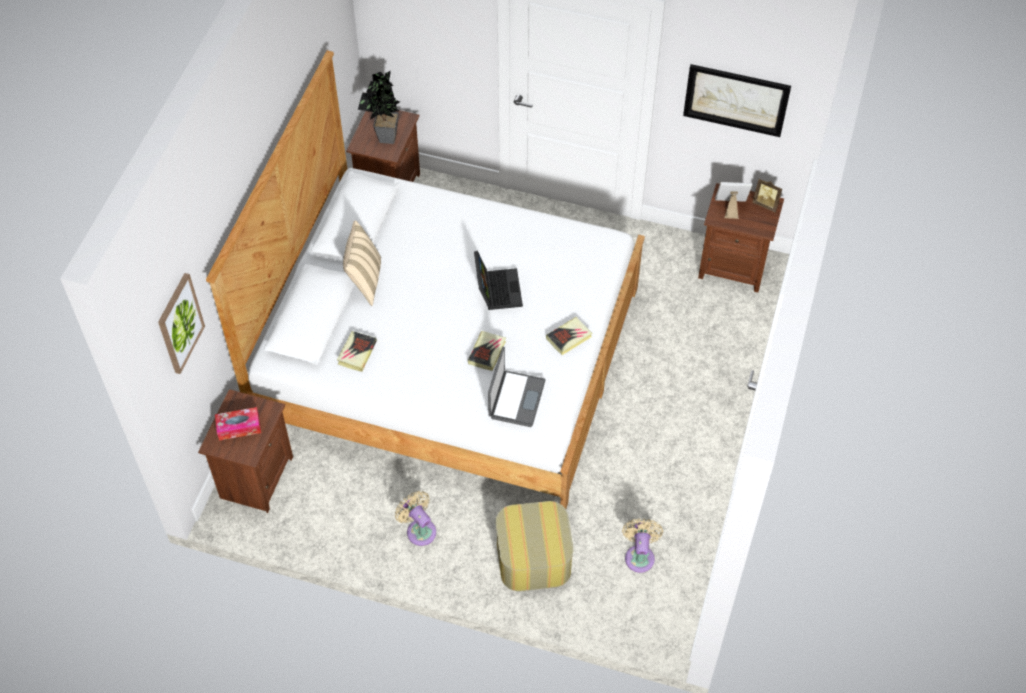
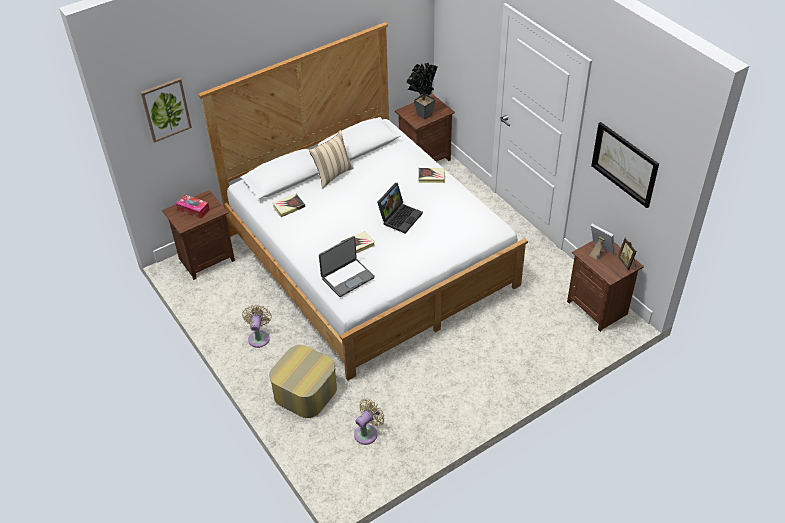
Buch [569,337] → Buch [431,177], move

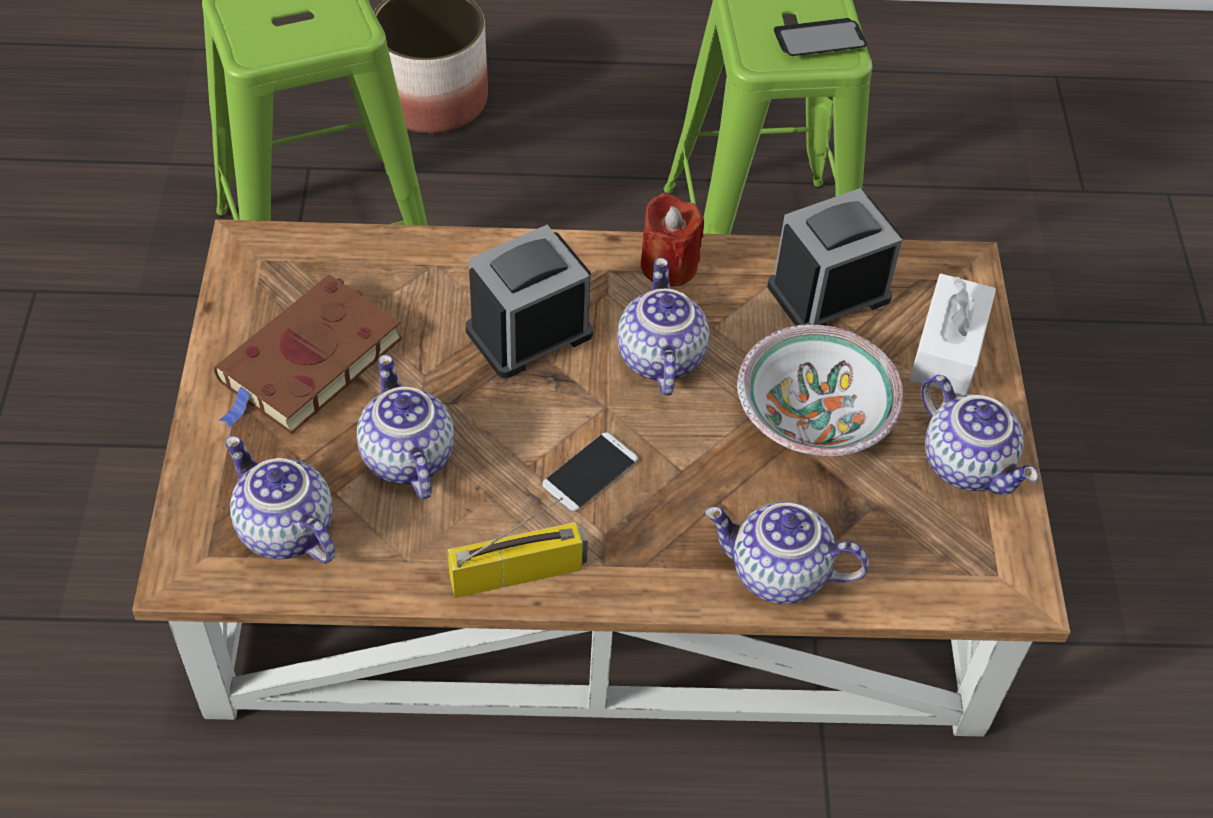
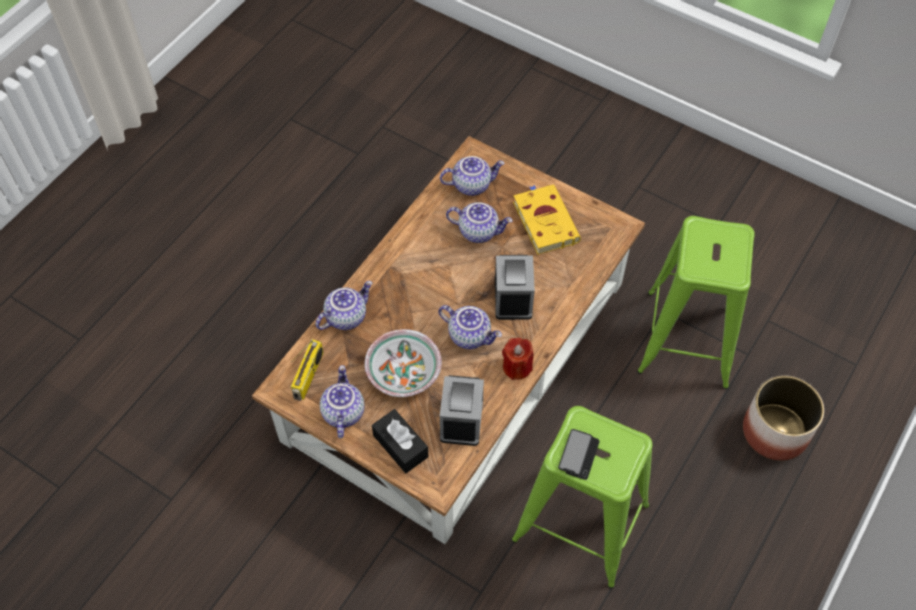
Buch [braun] [307,364] → Buch [gelb] [544,220]
Taschentuchbox [weiß] [948,349] → Taschentuchbox [schwarz] [400,446]
Teekanne [968,464] → Teekanne [342,412], 90 degrees clockwise
Handy [590,472] → -
Radio [518,571] → Radio [309,376], move

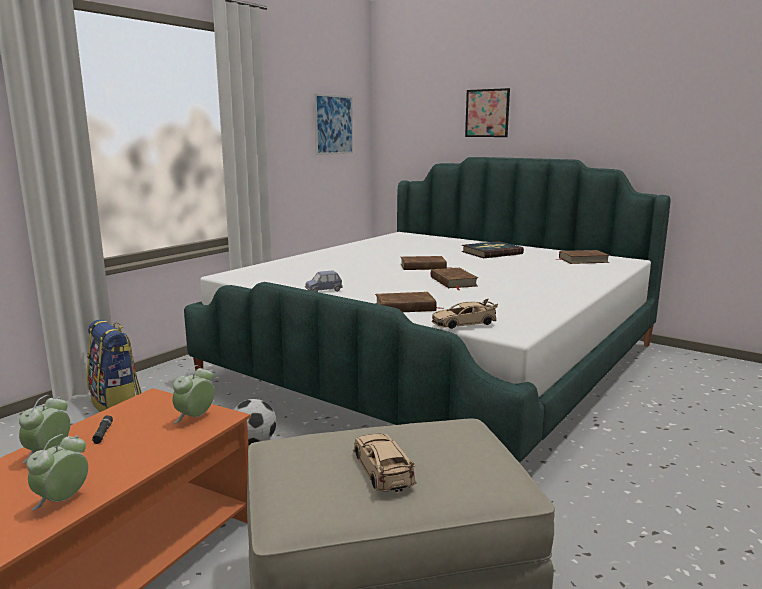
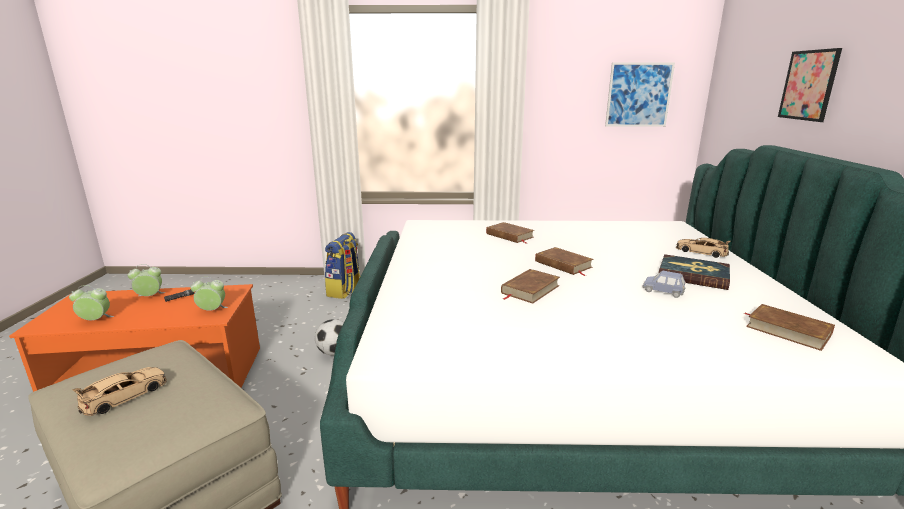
Spielzeugauto [blau] [323,291] → Spielzeugauto [blau] [663,292], move
Buch [braun] [405,307] → Buch [braun] [509,236], move
Spielzeugauto [beige] [464,323] → Spielzeugauto [beige] [701,252], move

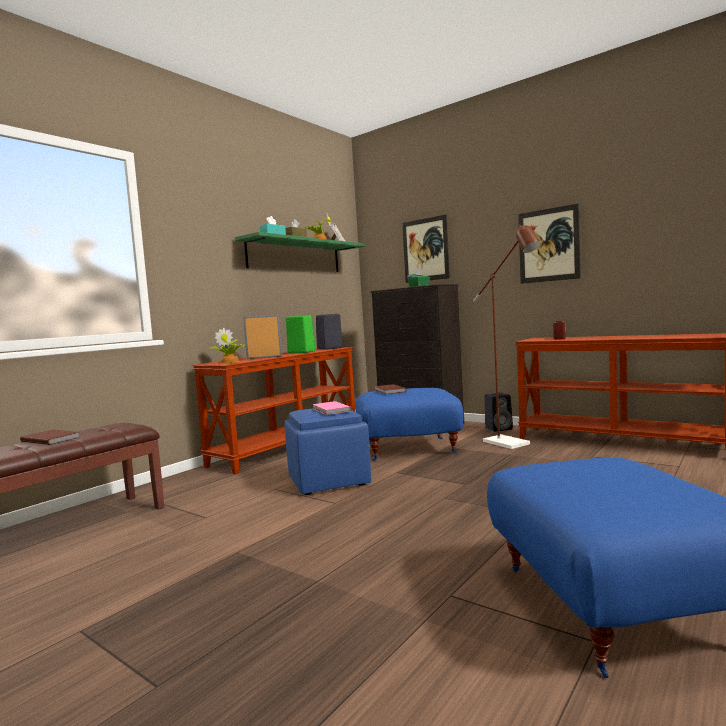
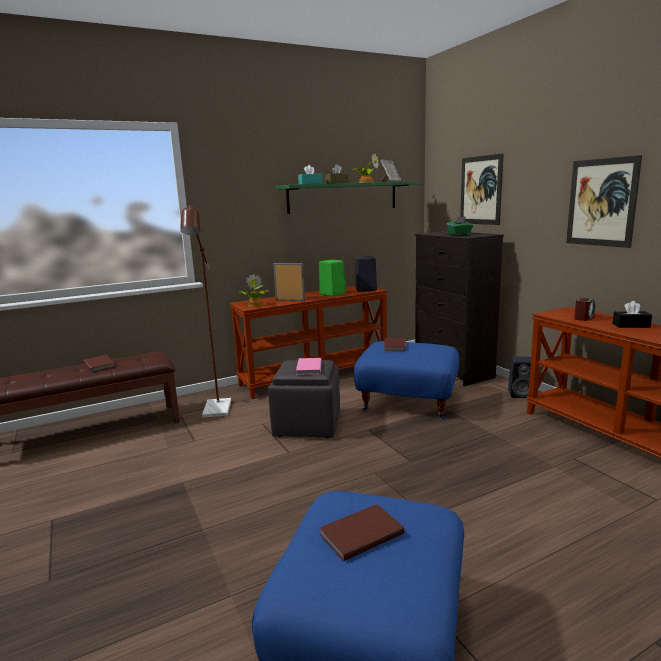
Stehlampe [braun] [512,444] → Stehlampe [braun] [216,412], move
Polsterhocker [blau] [329,480] → Polsterhocker [grau] [308,425]
- → Taschentuchbox [schwarz] [631,325]
- → Buch [braun] [359,534]

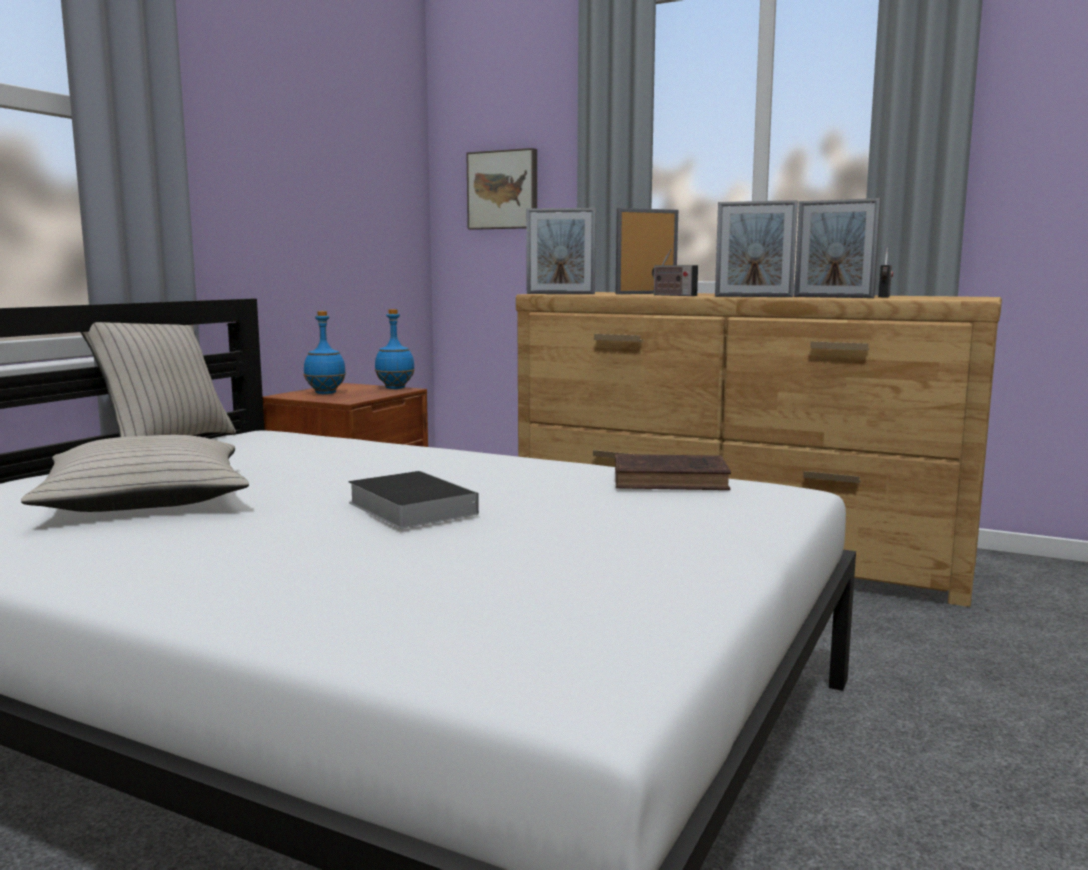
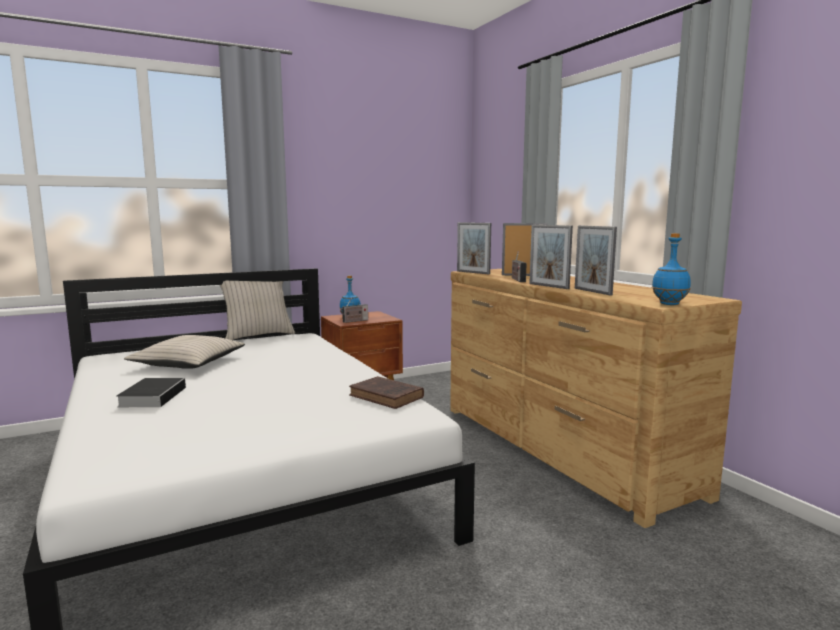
Bild [503,190] → -
Radio [884,296] → Radio [354,321], move
Flasche [blau] [394,388] → Flasche [blau] [669,304], move
Buch [408,507] → Buch [153,396], move

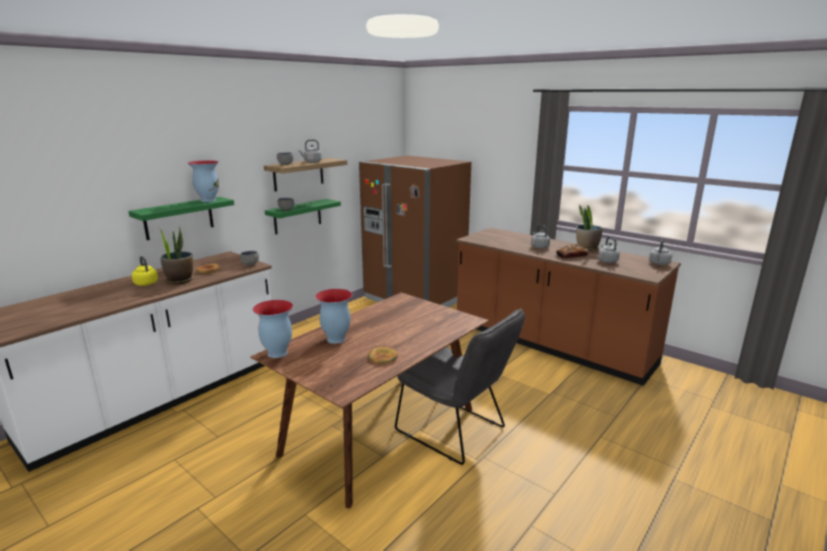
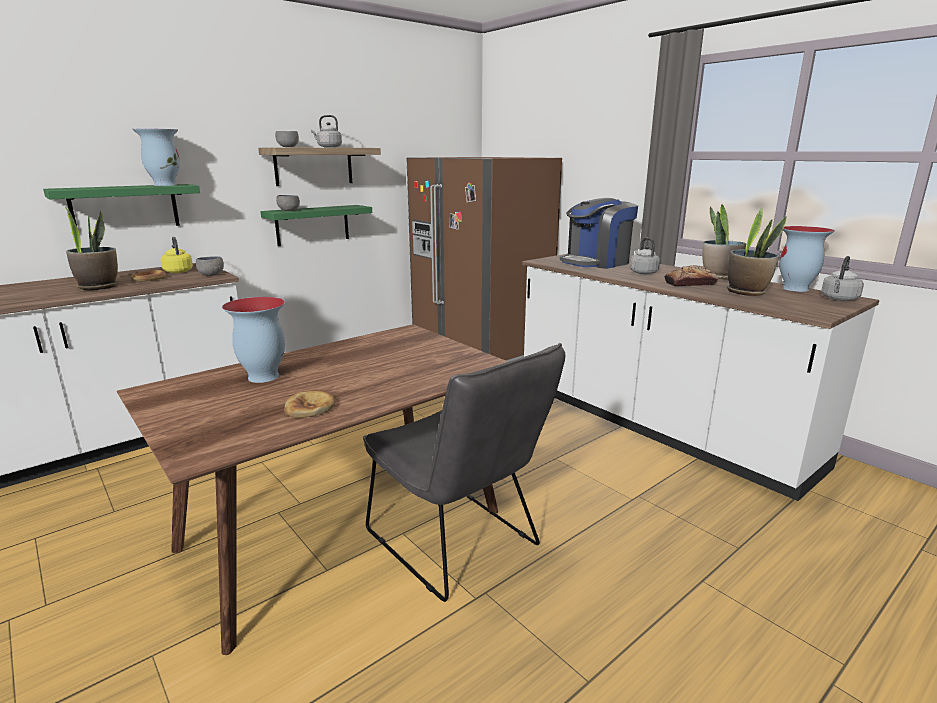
Küchenzeile [braun] [550,345] → Küchenzeile [weiß] [655,425]
Wasserkessel [grau] [607,261] → Topfpflanze [747,292]
Wasserkessel [gelb] [145,283] → Wasserkessel [gelb] [178,271], move
Vase [277,353] → Vase [796,289], move
- → Kaffeemaschine [596,262]

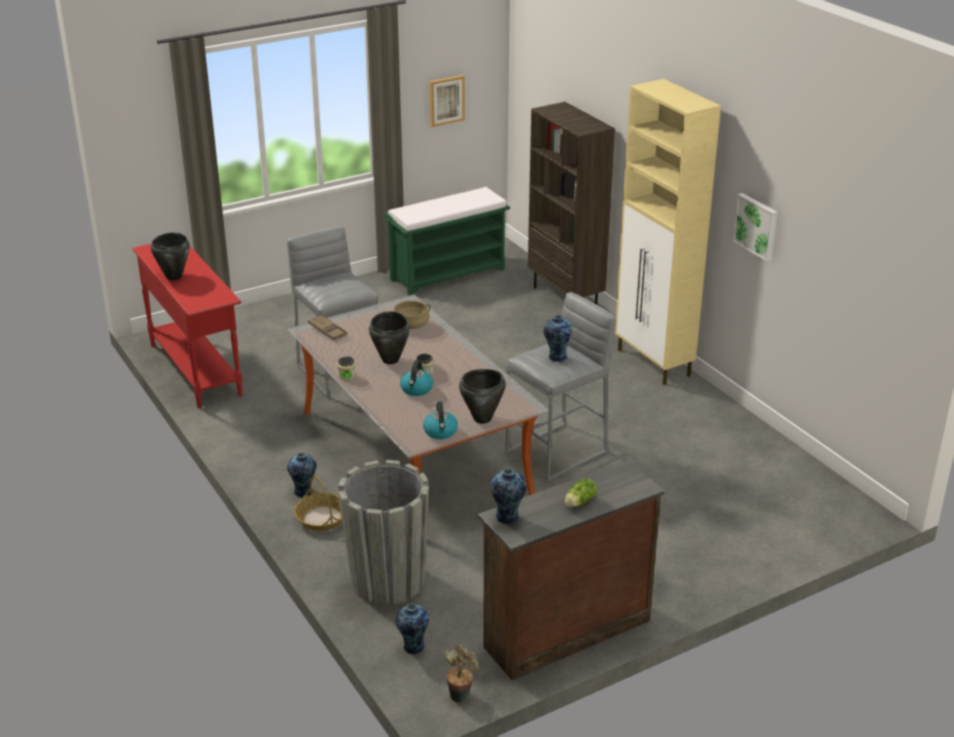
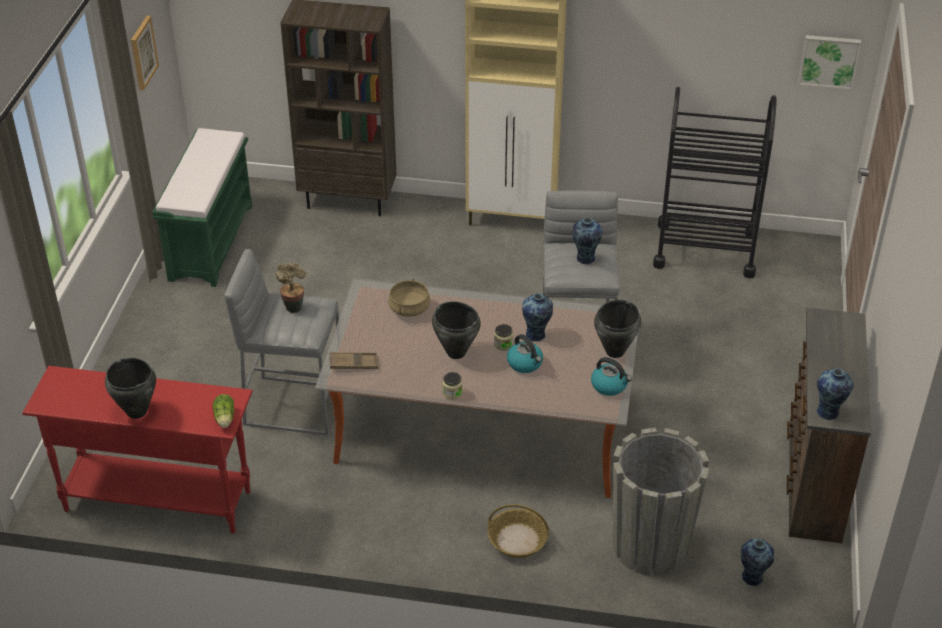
Bild [757,226] → Bild [829,60], move
Vase [304,492] → Vase [536,335], move
Salatkopf [578,502] → Salatkopf [224,419], move
Topfpflanze [460,694] → Topfpflanze [293,306], move
- → Rollwagen [schwarz] [705,249]

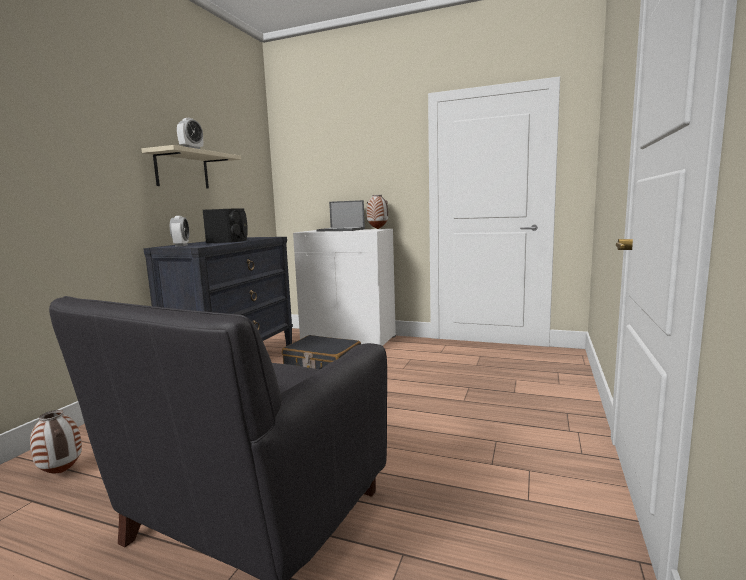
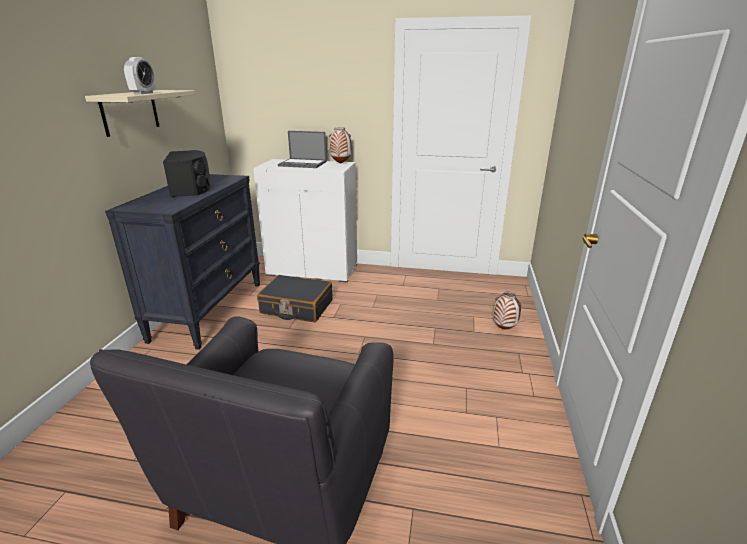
Wecker [181,245] → -
Vase [62,472] → Vase [504,328], move

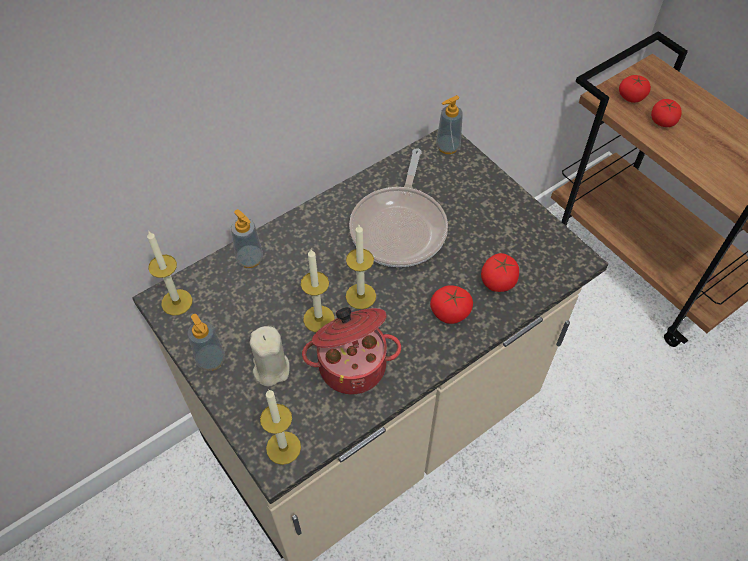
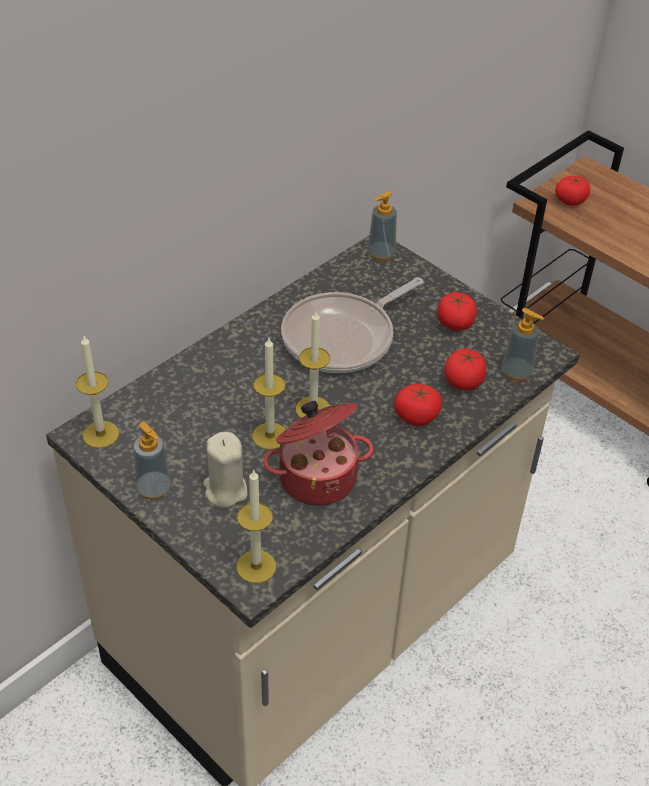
Tomate [662,121] → Tomate [455,323], move
Pfanne [400,227] → Pfanne [343,337], 45 degrees clockwise
Seifenspender [250,259] → Seifenspender [516,372], move

